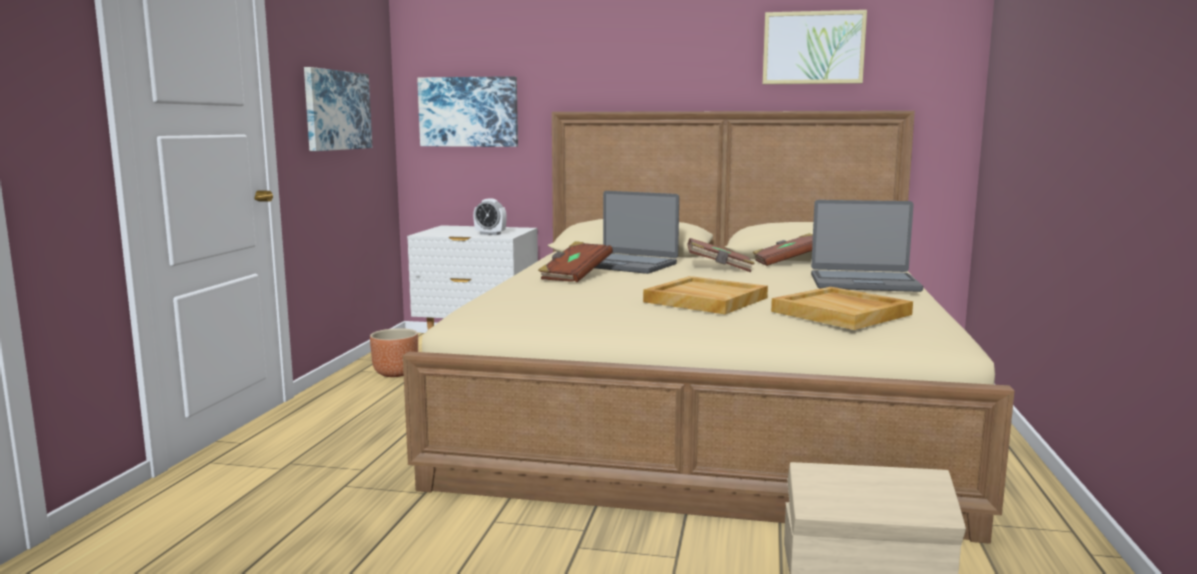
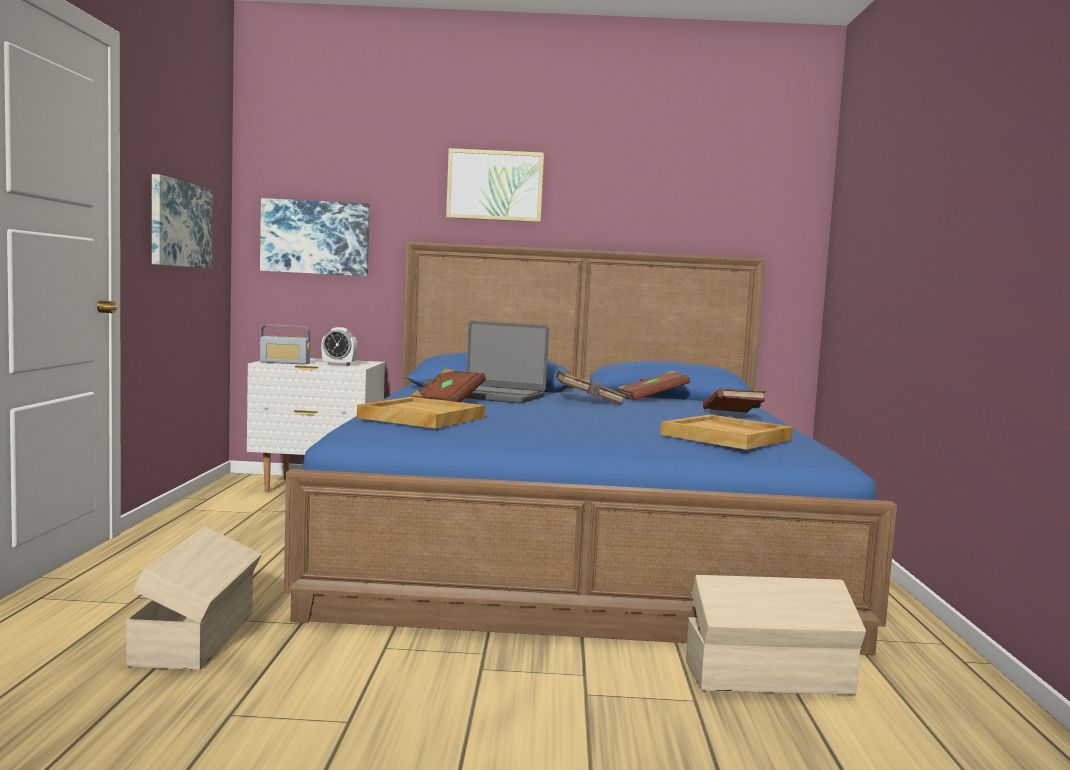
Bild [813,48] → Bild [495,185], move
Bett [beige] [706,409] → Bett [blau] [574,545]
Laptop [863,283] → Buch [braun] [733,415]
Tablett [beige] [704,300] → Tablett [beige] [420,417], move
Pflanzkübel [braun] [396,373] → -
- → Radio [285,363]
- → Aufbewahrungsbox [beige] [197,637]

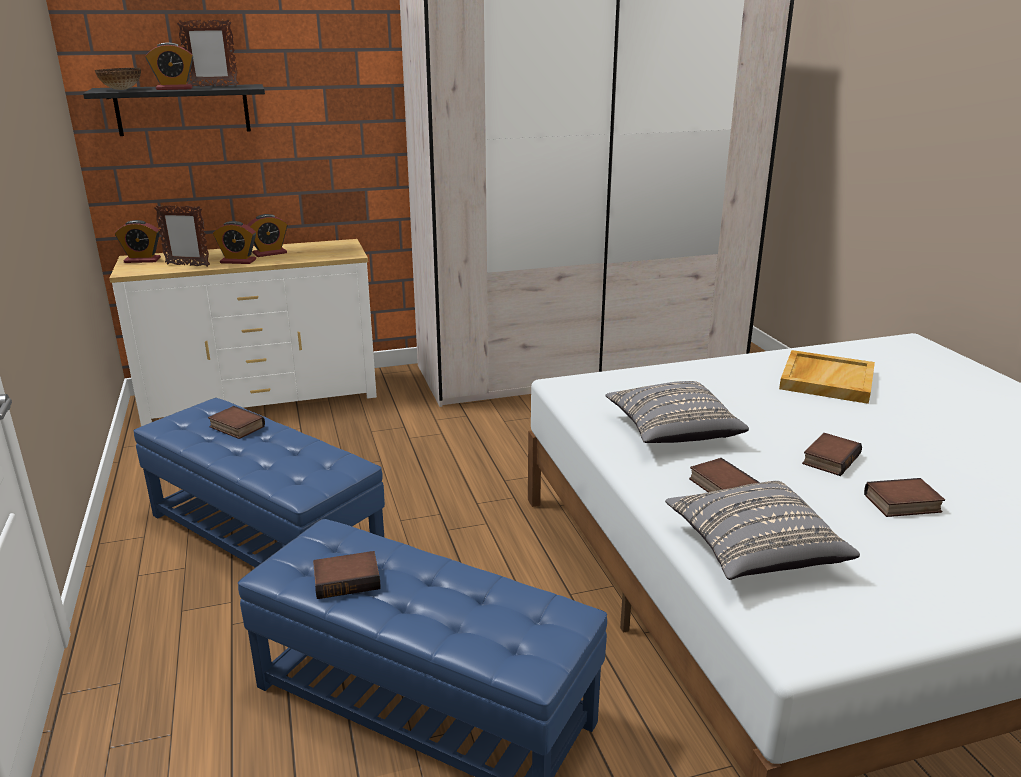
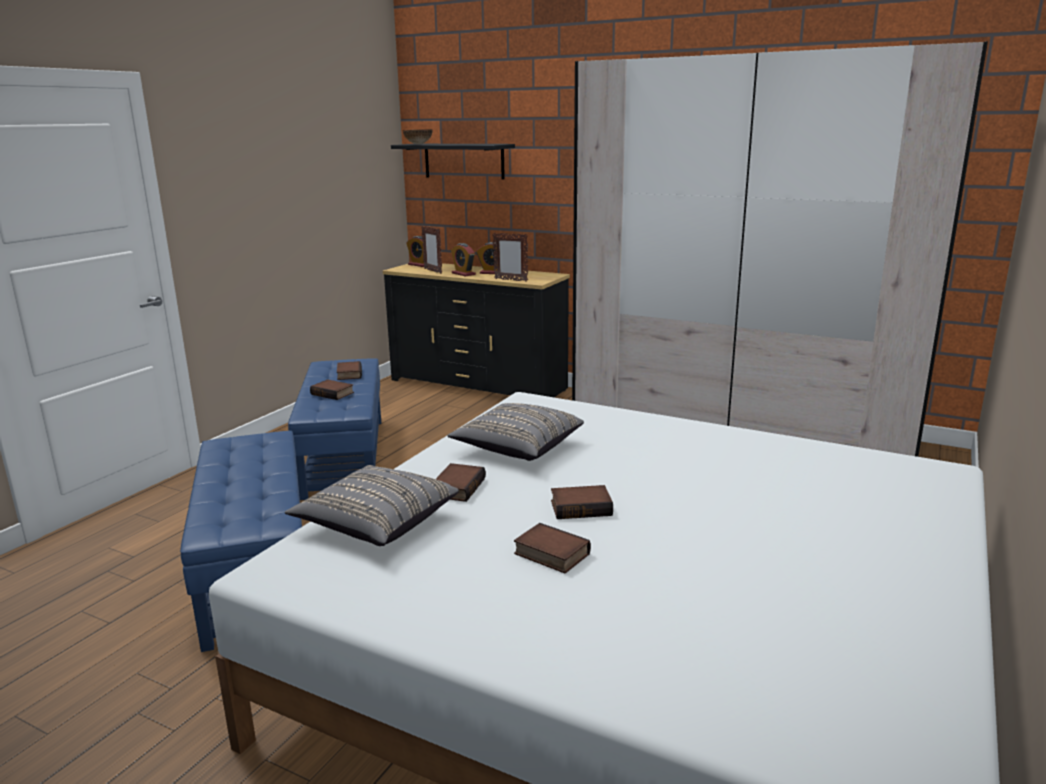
Bilderrahmen [213,86] → Bilderrahmen [510,280], move
Wecker [174,89] → -
Kommode [weiß] [262,397] → Kommode [schwarz] [478,384]
Tablett [beige] [826,380] → -
Buch [348,579] → Buch [333,393], move

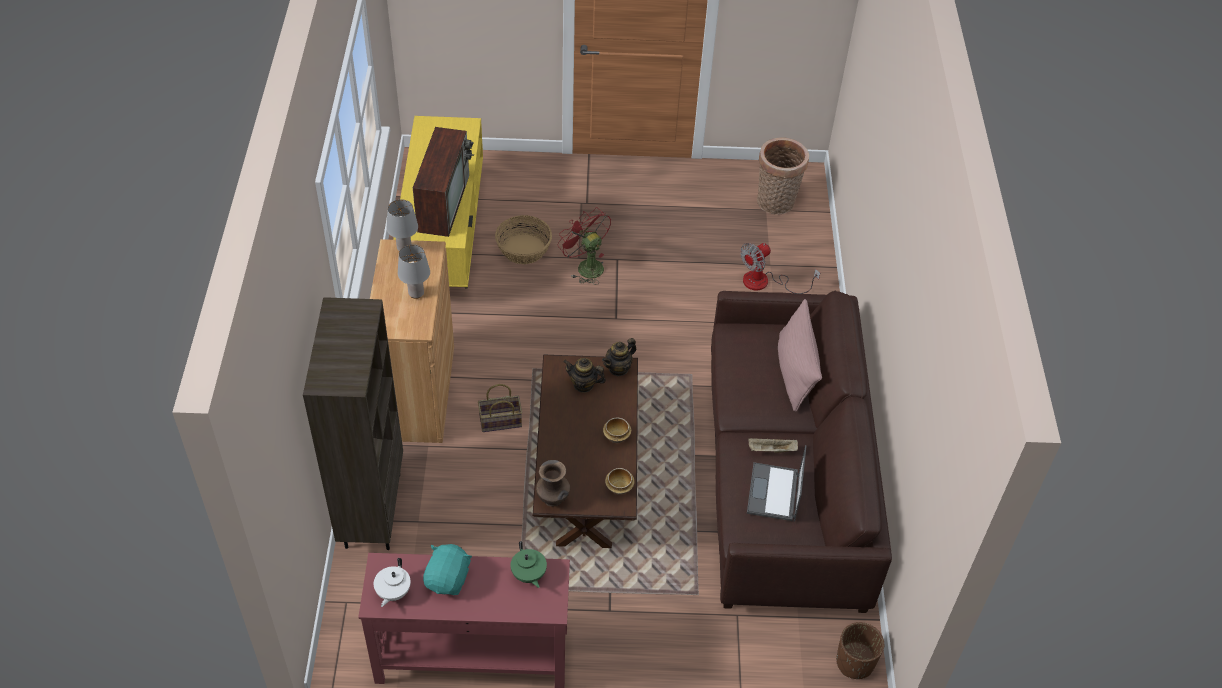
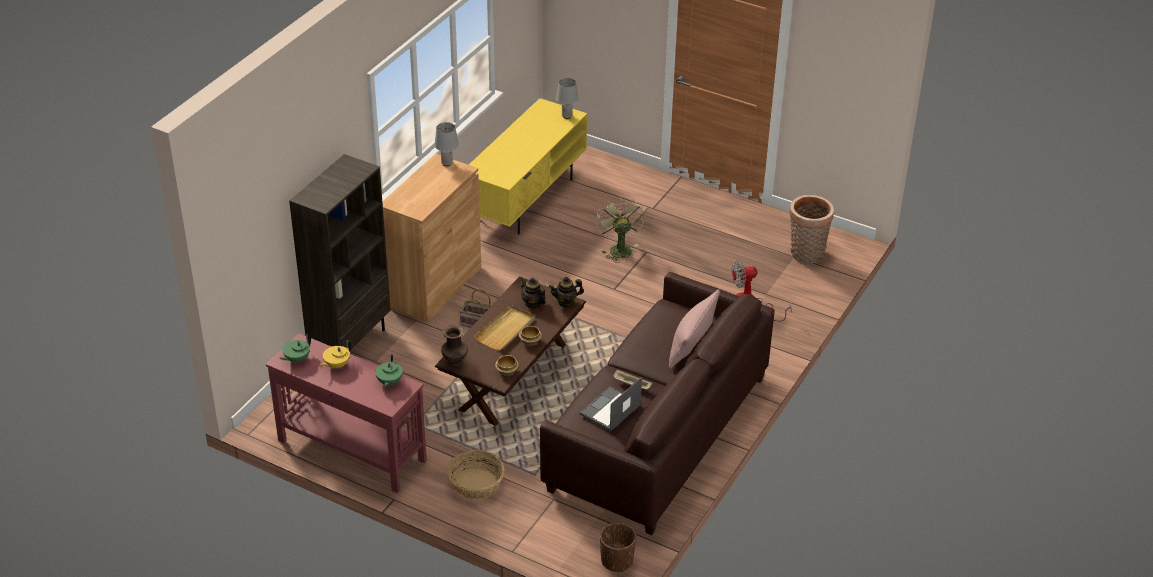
Fernseher [443,202] → -
Ventilator [rot] [585,266] → Ventilator [grün] [618,248]
Korb [523,249] → Korb [475,484], move
Tischlampe [grau] [415,293] → Tischlampe [grau] [566,116], move
Plüschtier [türkis] [448,579] → Teekanne [gelb] [336,365]
Teekanne [weiß] [393,592] → Teekanne [grün] [296,359]
- → Tablett [beige] [505,330]

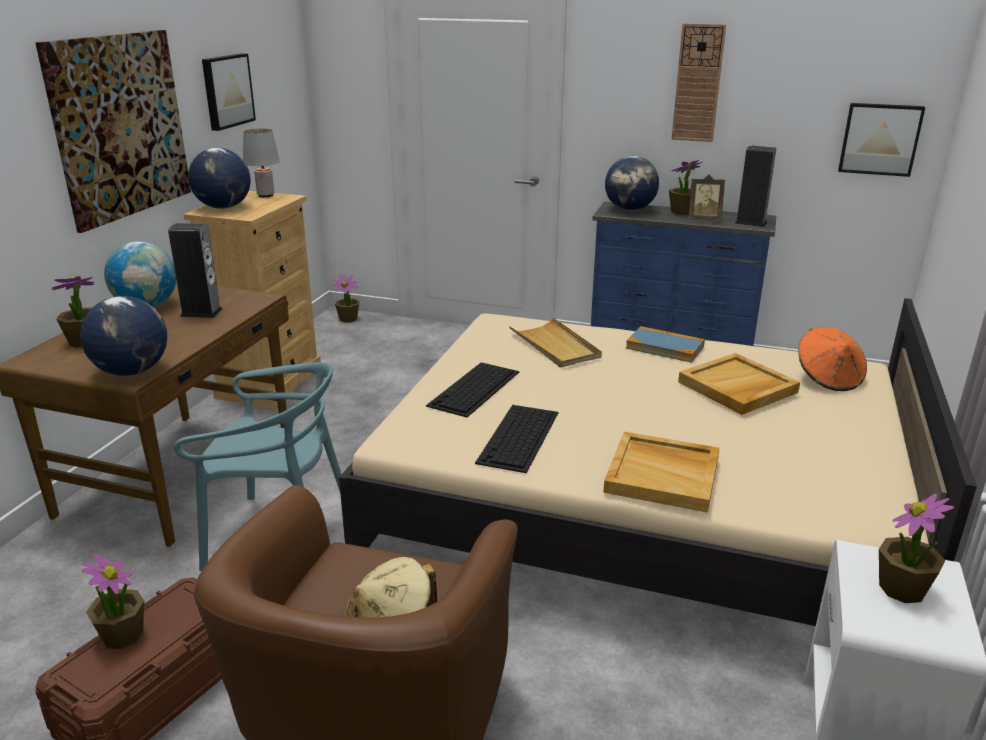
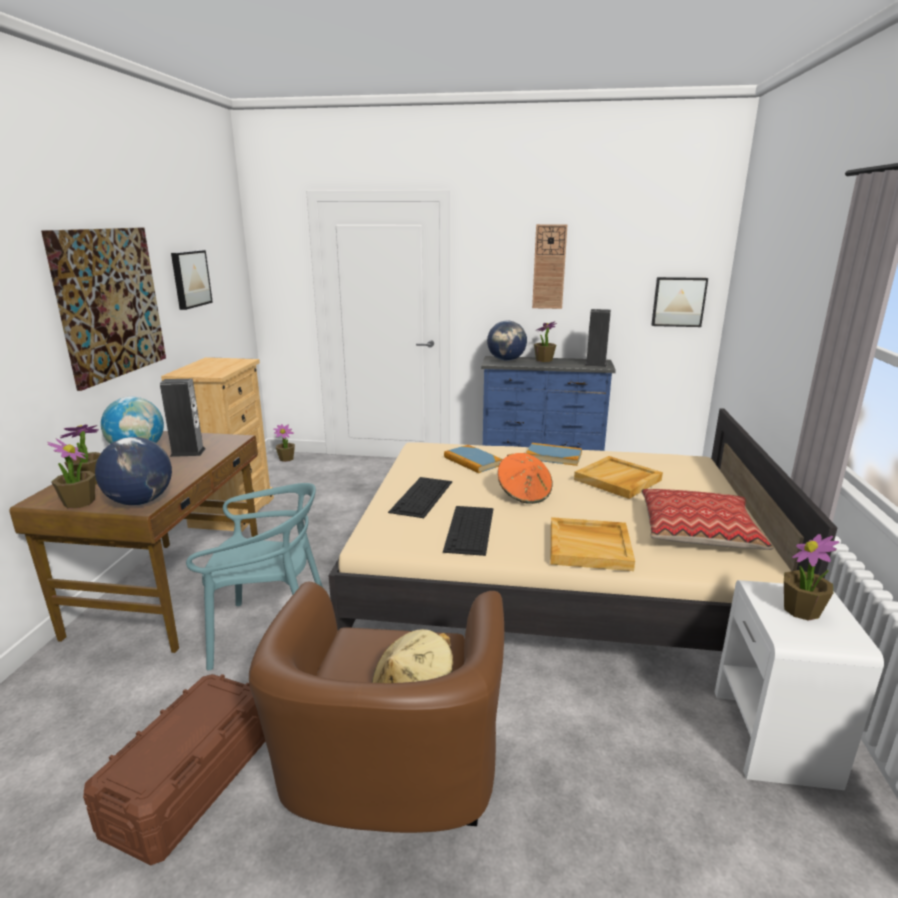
Tischlampe [grau] [265,195] → -
Globus [223,207] → -
Bilderrahmen [703,220] → -
Tablett [beige] [555,346] → Buch [472,461]
Hut [orange] [828,379] → Hut [orange] [524,494], move
Topfpflanze [122,635] → Topfpflanze [79,502], move
- → Kissen [698,531]

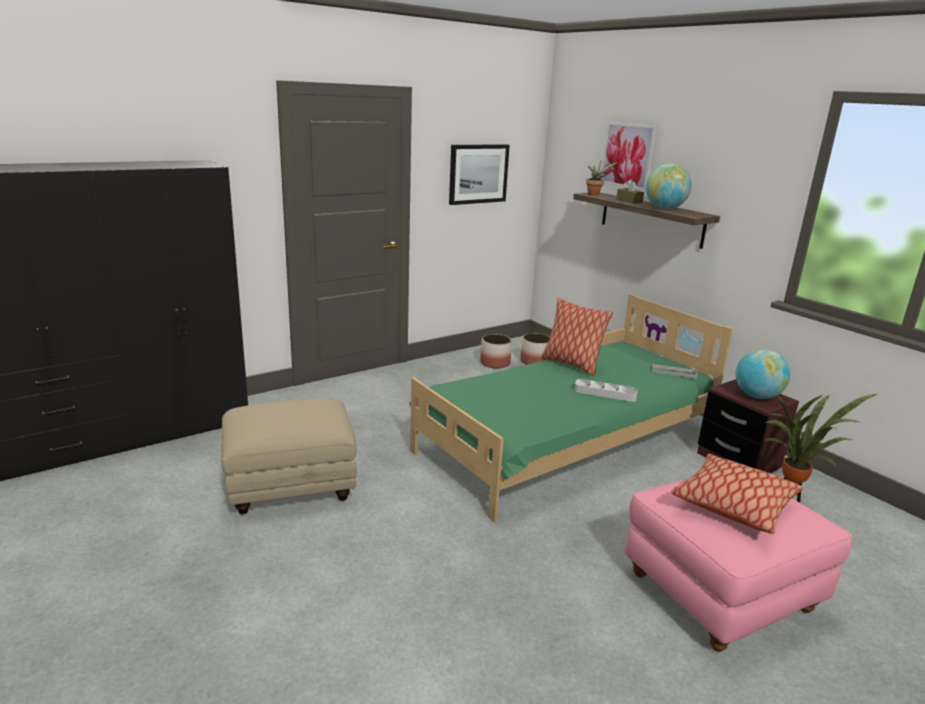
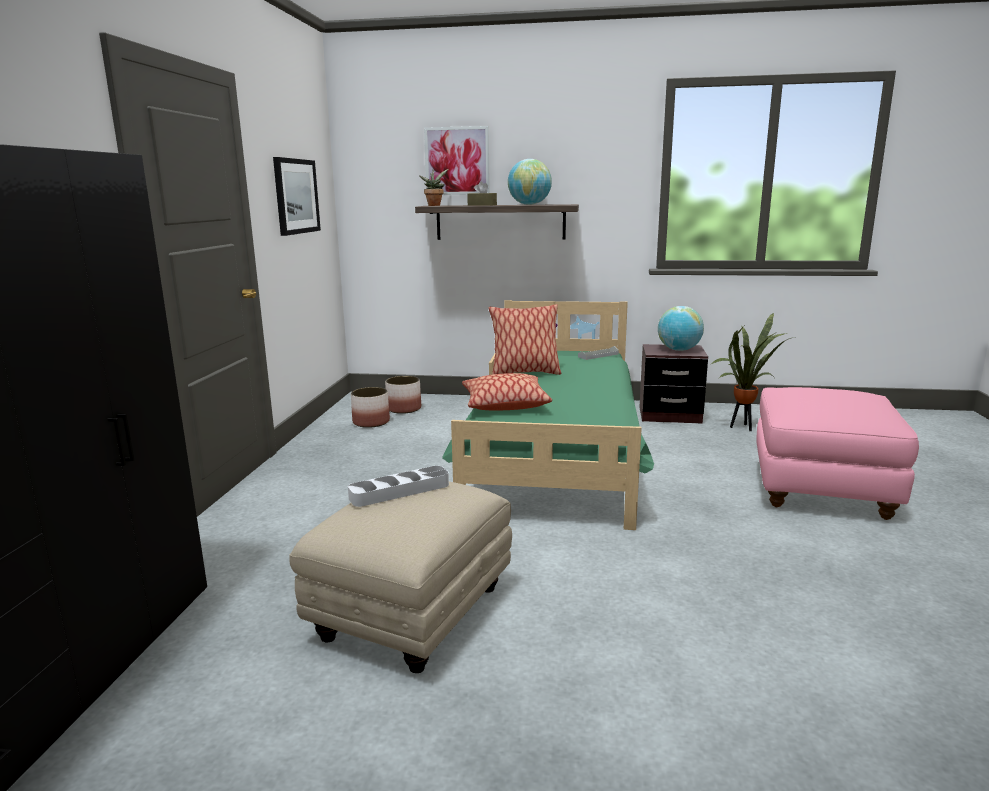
Tablett [grau] [605,393] → Tablett [grau] [399,491], move
Kissen [733,504] → Kissen [504,404], move

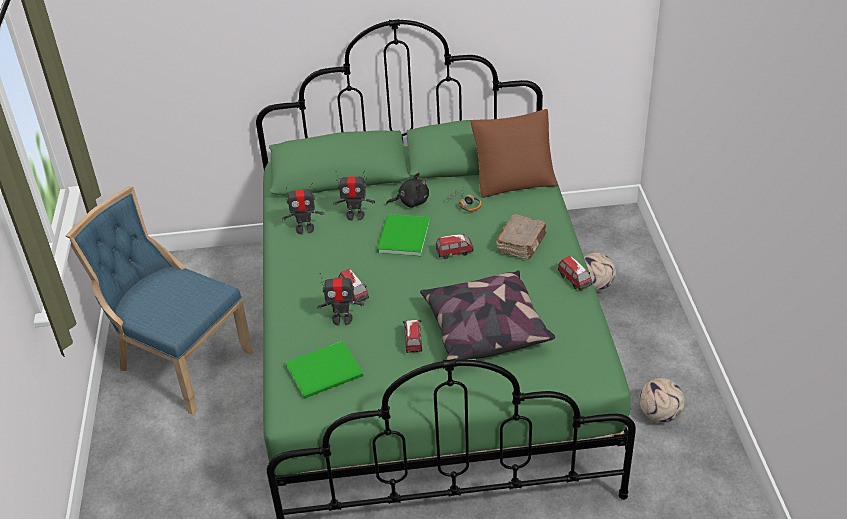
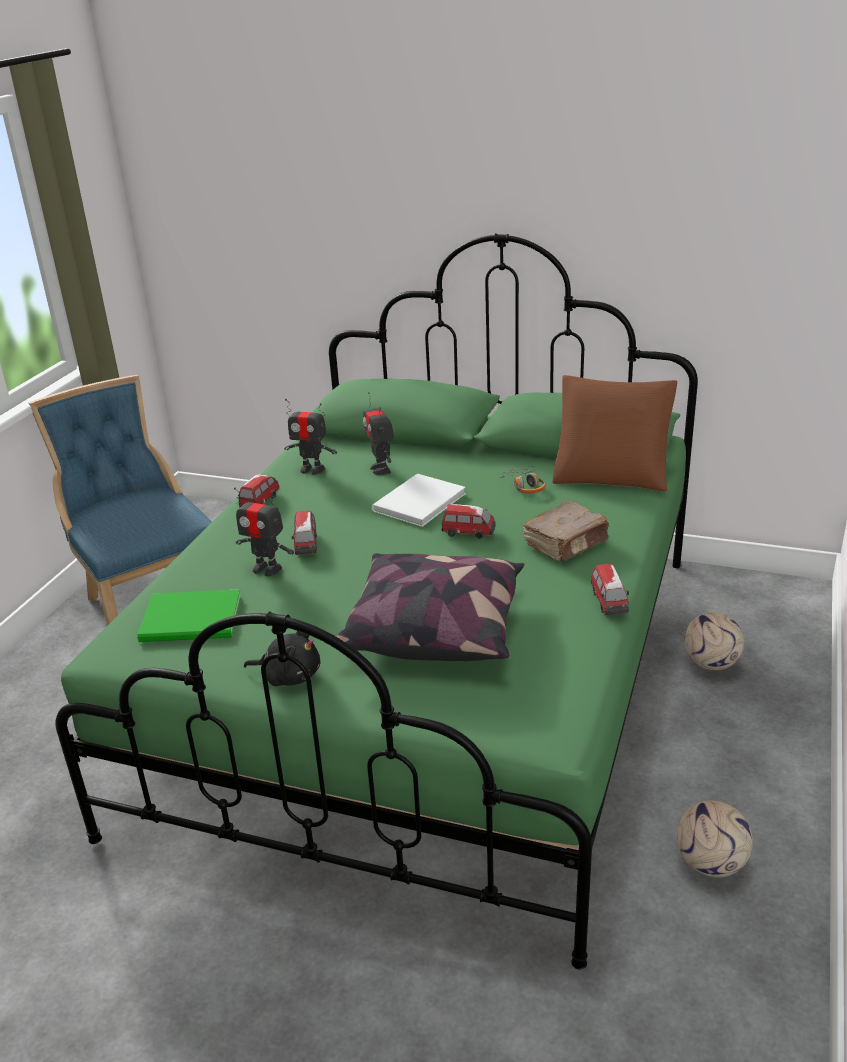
Spielzeugroboter [355,215] → Spielzeugroboter [381,469], 45 degrees clockwise
Plüschtier [schwarz] [411,202] → Plüschtier [schwarz] [289,675], move
Buch [grün] [402,238] → Buch [weiß] [416,503]
Spielzeugauto [413,341] → Spielzeugauto [260,501], move

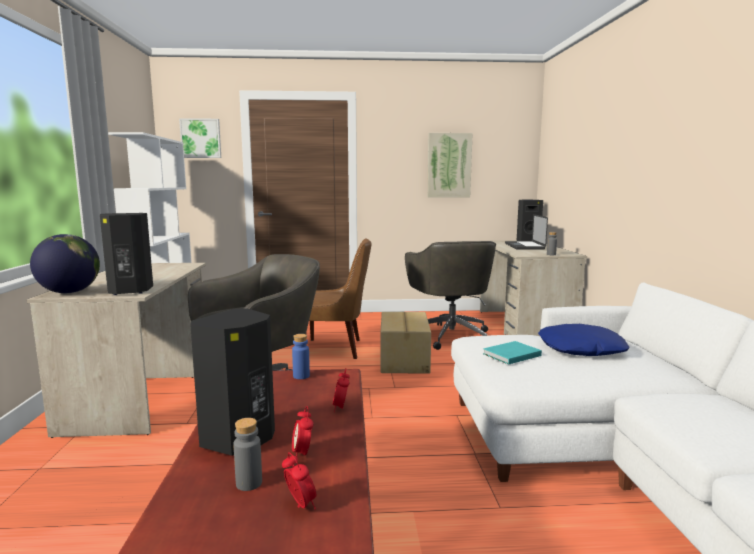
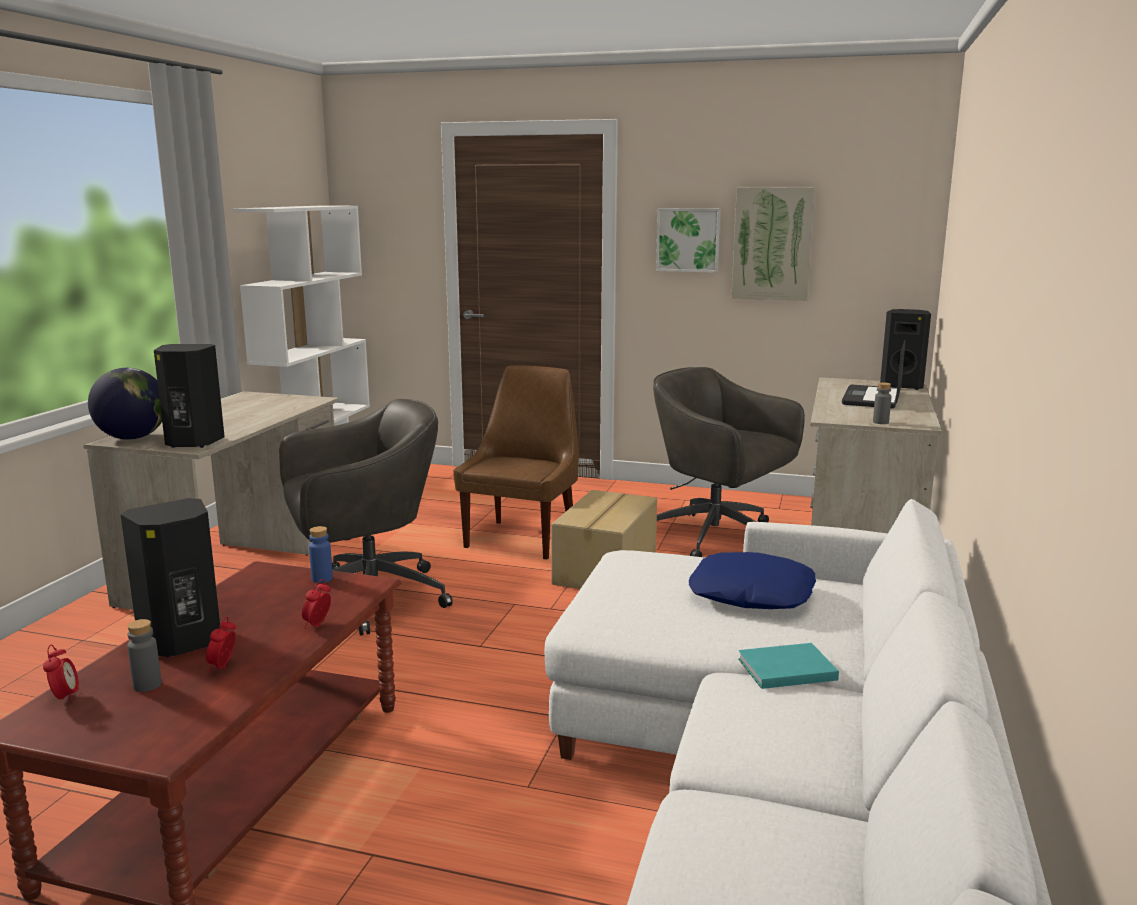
Bild [201,138] → Bild [688,240], move
Stuhl [braun] [335,349] → Stuhl [braun] [522,538], 90 degrees counterclockwise
Bürostuhl [grau] [450,336] → Bürostuhl [grau] [718,539], 120 degrees clockwise
Buch [türkis] [510,355] → Buch [türkis] [784,669], move
Wecker [300,506] → Wecker [65,697], move

